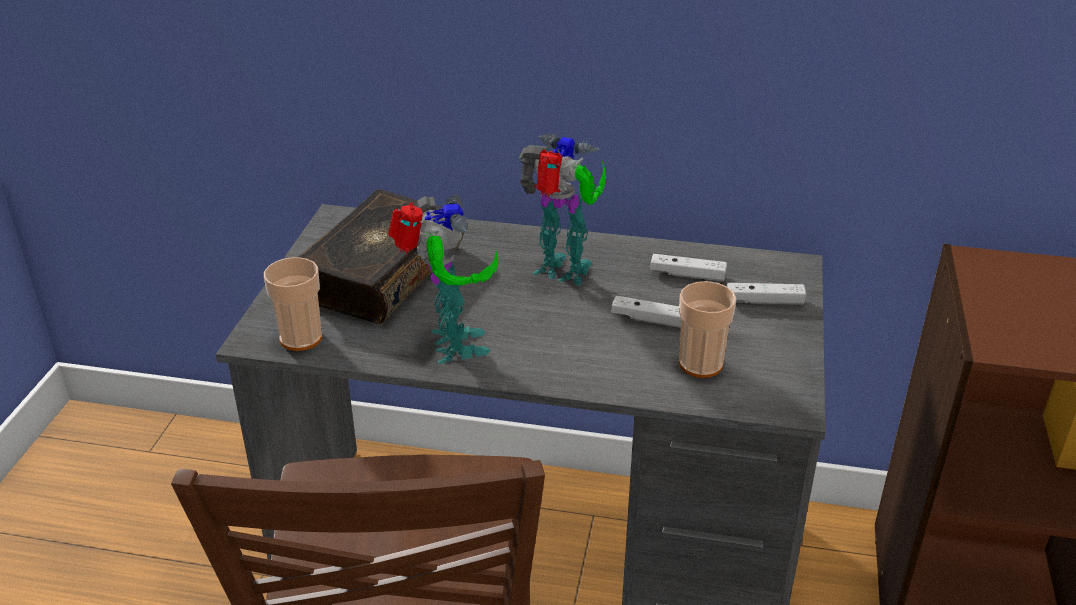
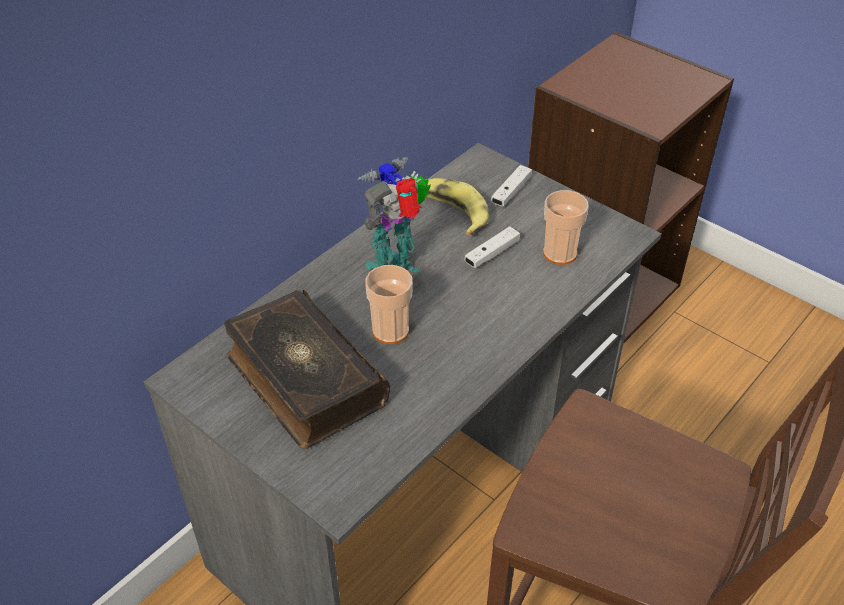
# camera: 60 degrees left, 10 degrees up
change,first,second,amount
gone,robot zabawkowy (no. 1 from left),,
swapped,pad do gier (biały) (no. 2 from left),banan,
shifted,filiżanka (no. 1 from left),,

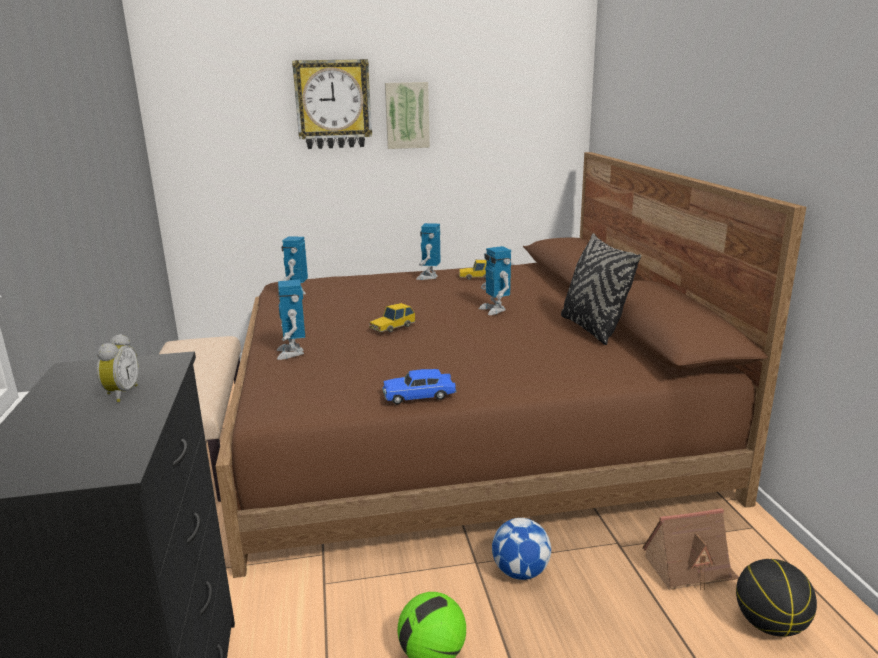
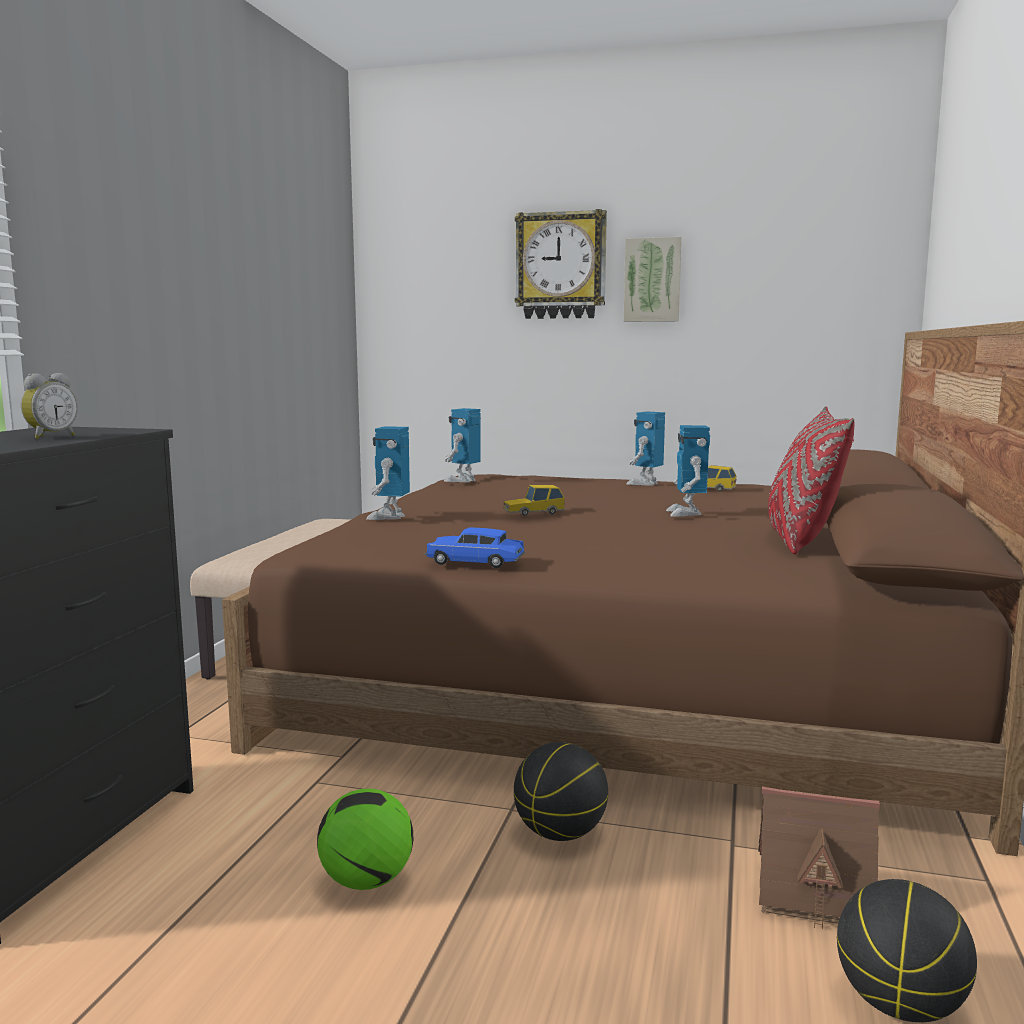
# camera: 25 degrees right, 10 degrees down
change,first,second,amount
repainted,poduszka (czarny),poduszka (czerwony),
swapped,piłka futbolowa (no. 2 from left),piłka do koszykówki (no. 1 from left),

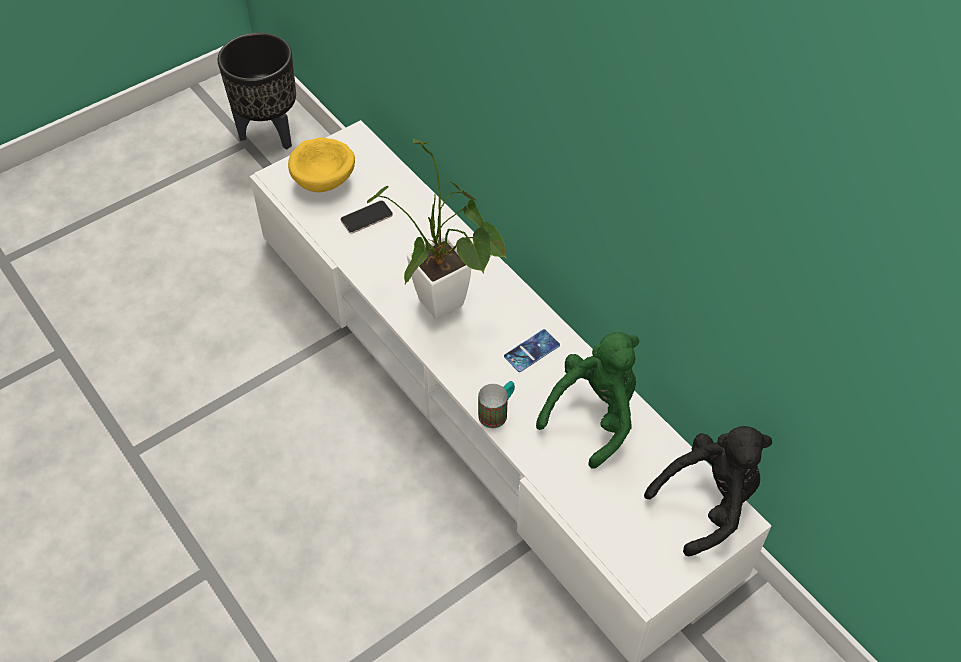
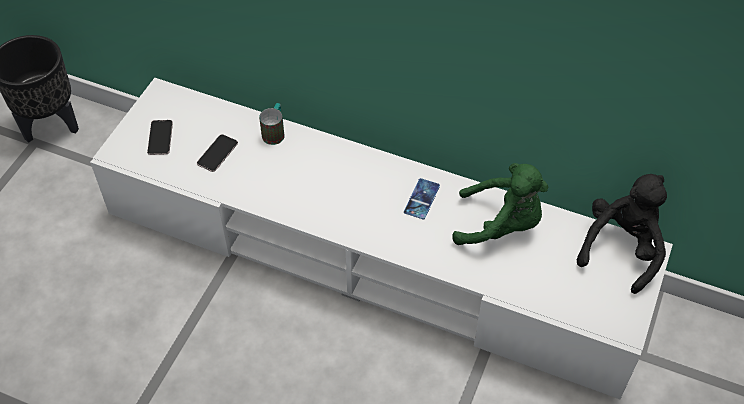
# camera: 30 degrees left, 0 degrees up
change,first,second,amount
swapped,miska (żółty),telefon (no. 1 from left),
gone,roślina doniczkowa,,
rotated,pluszak (zielony),,90 degrees clockwise
shifted,kubek,,

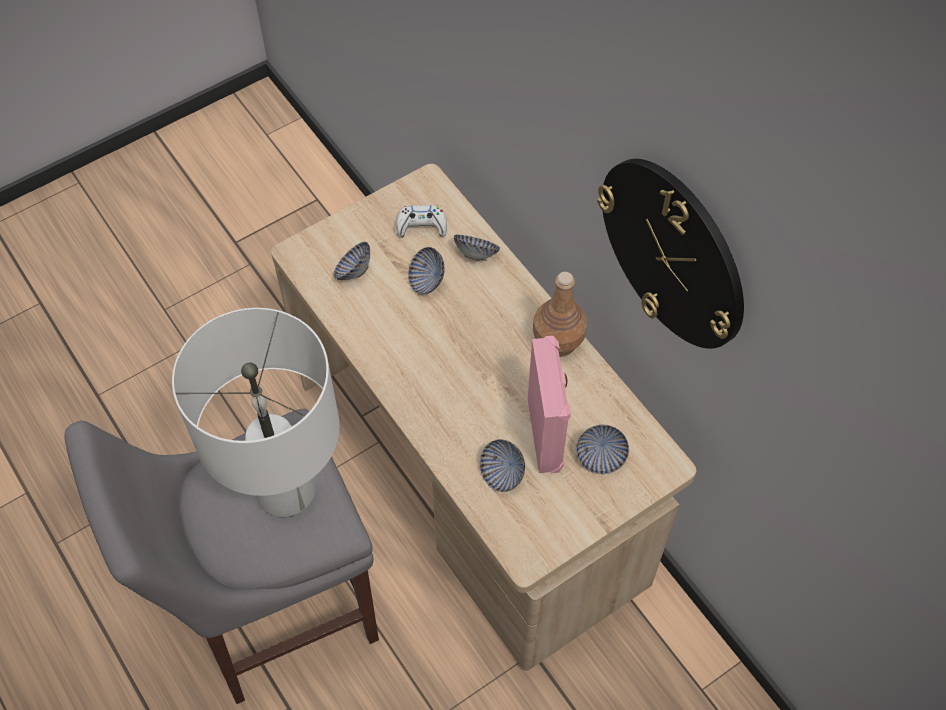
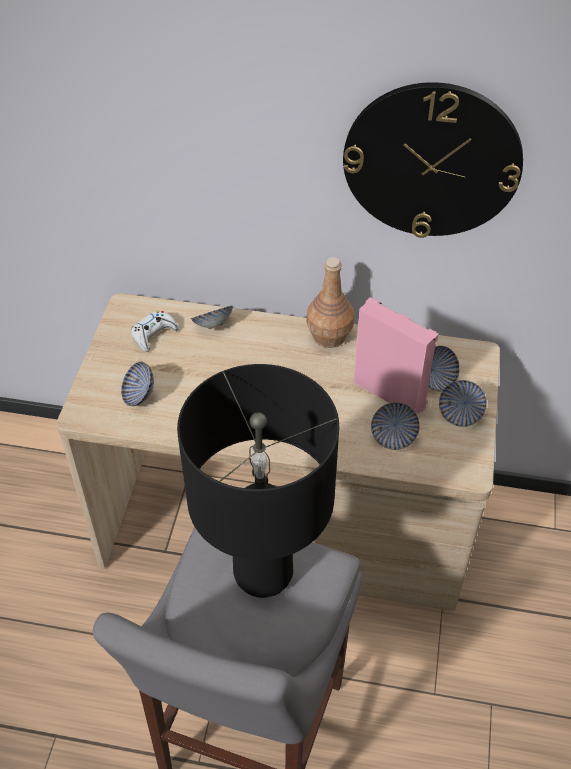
# camera: 45 degrees left, 10 degrees down
change,first,second,amount
shifted,miska (no. 2 from left in the first image),miska (no. 5 from left),
repainted,lampa stołowa (biały),lampa stołowa (czarny),

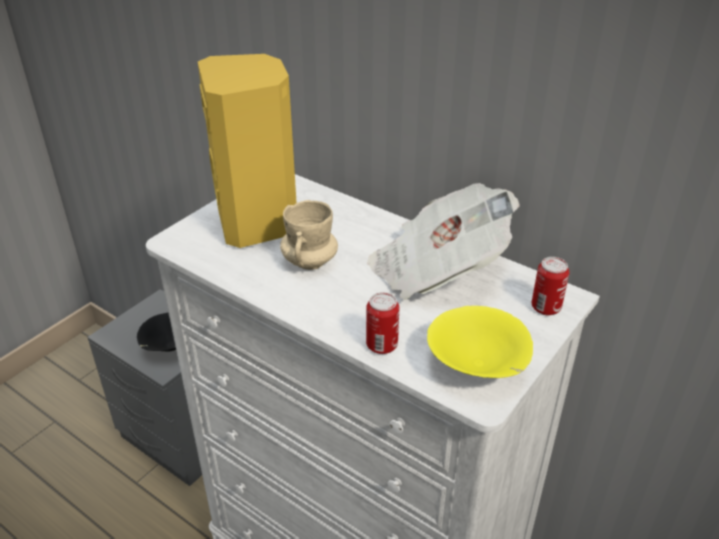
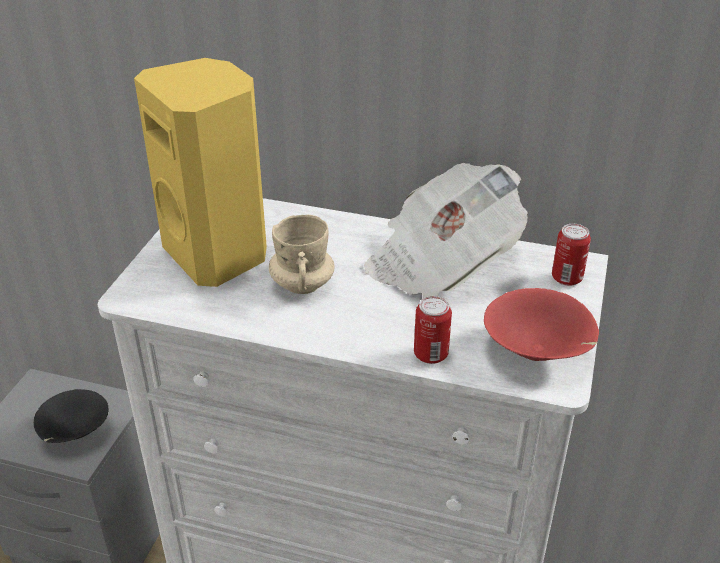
# camera: 20 degrees left, 0 degrees up
change,first,second,amount
repainted,miska (żółty),miska (czerwony),

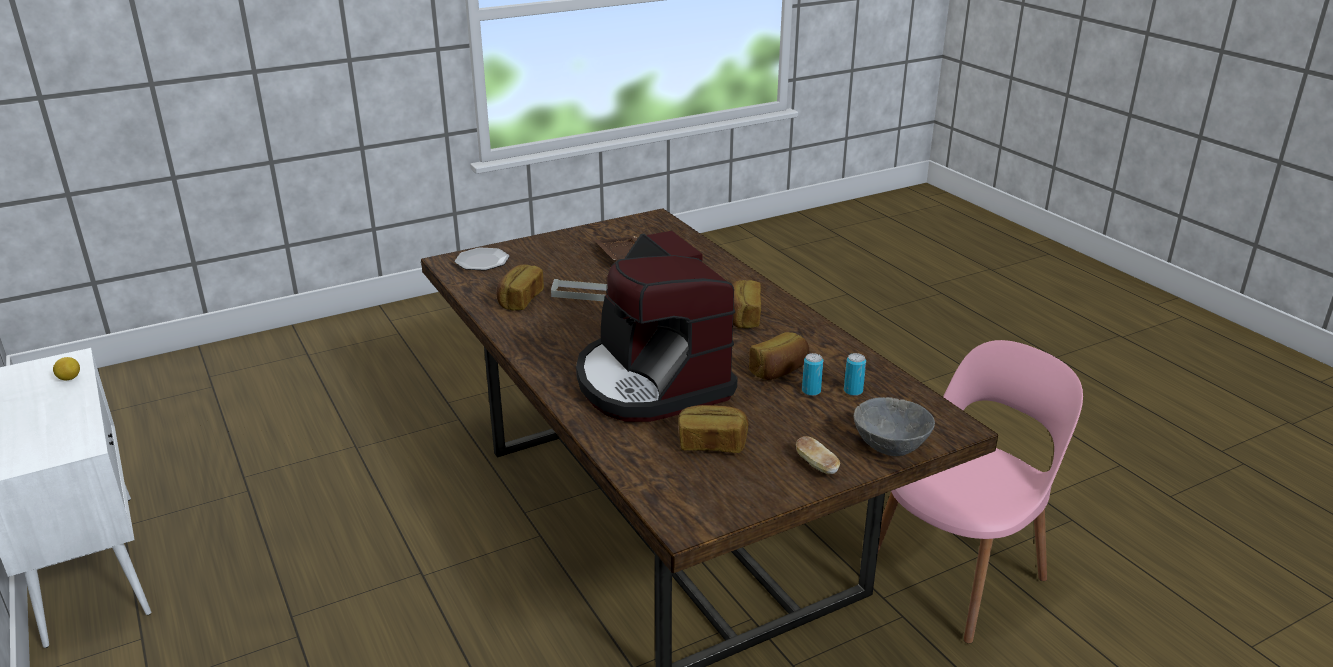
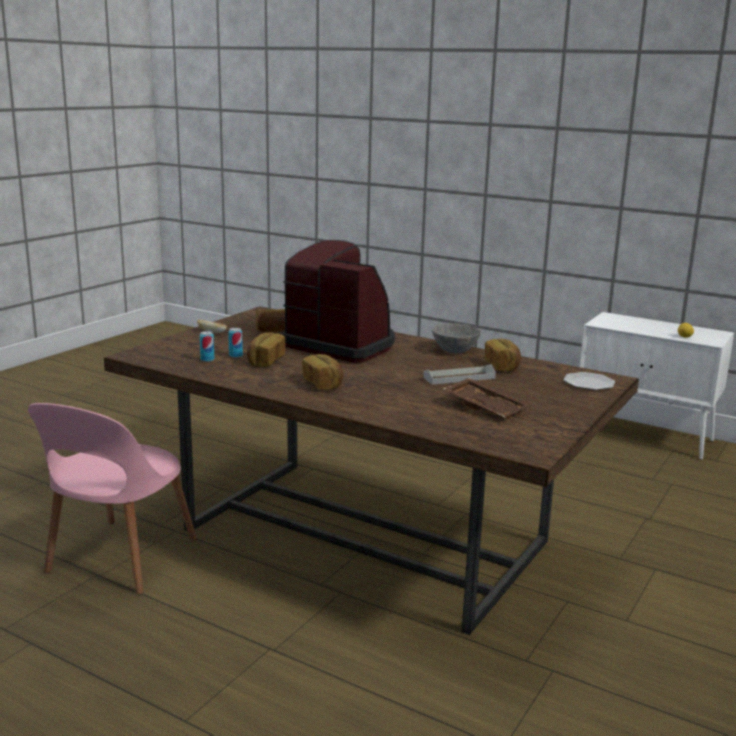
# camera: 150 degrees right, 10 degrees down
change,first,second,amount
shifted,miska (szary),,

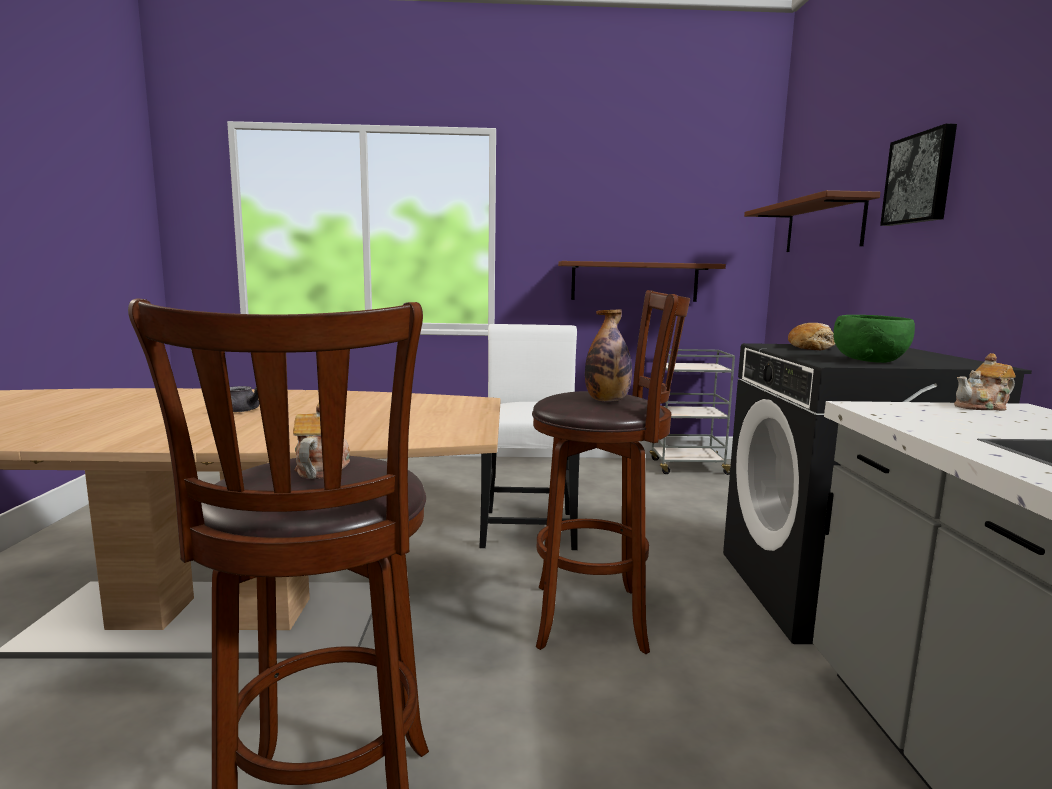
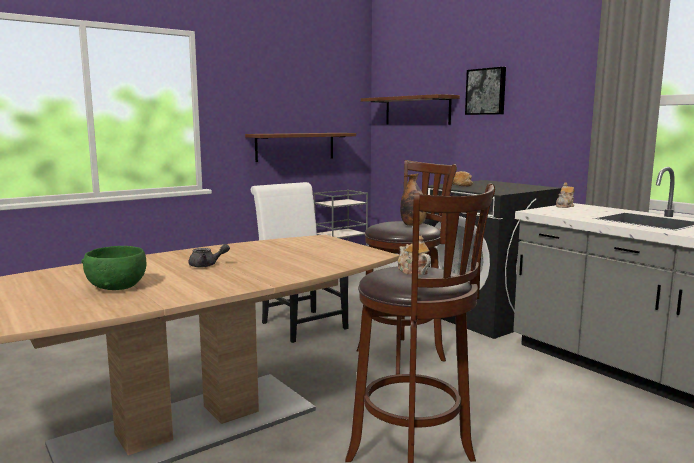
# camera: 35 degrees left, 0 degrees up
change,first,second,amount
shifted,miska (zielony),,

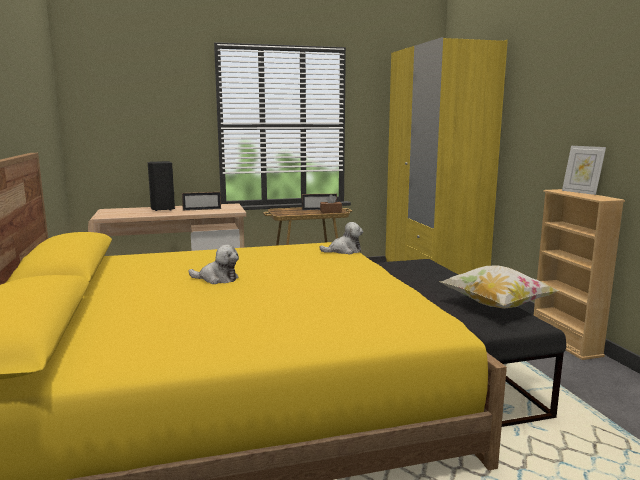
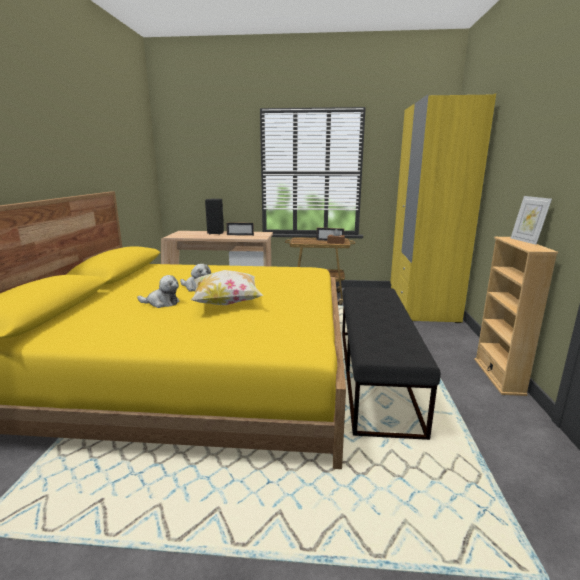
# camera: 20 degrees right, 5 degrees up
change,first,second,amount
shifted,pluszak (no. 2 from left in the first image),pluszak (no. 1 from left),
shifted,poduszka,,

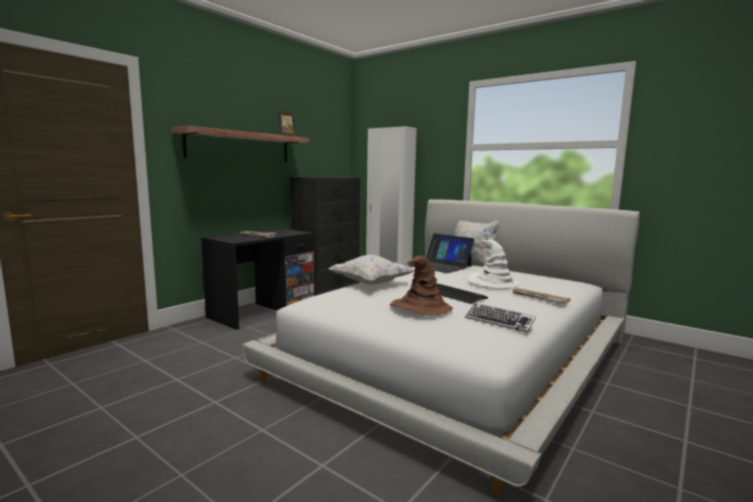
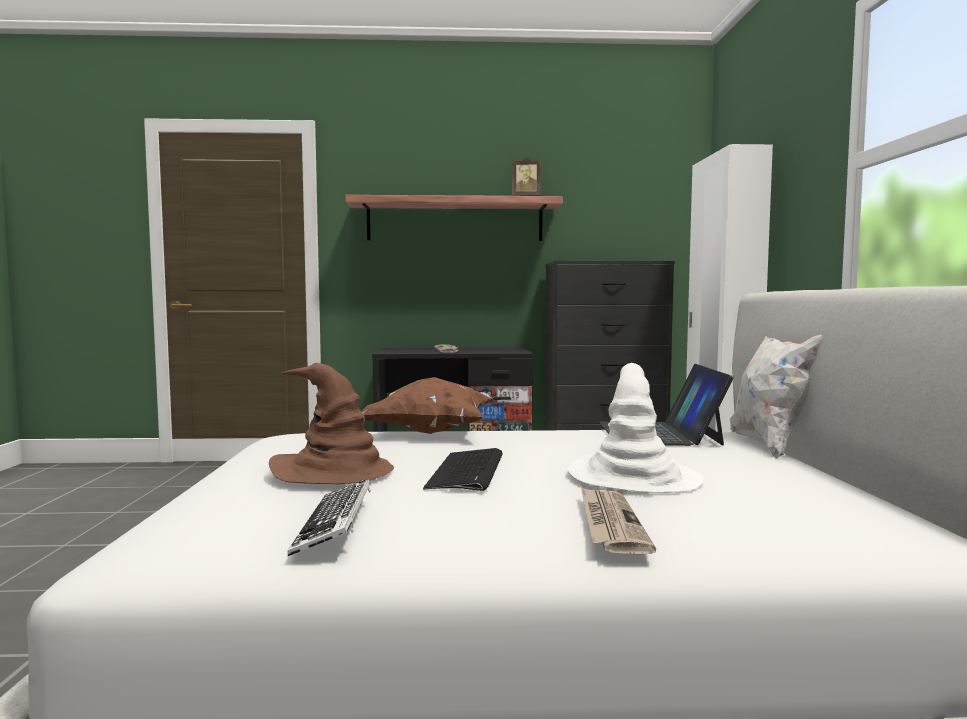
# camera: 50 degrees right, 5 degrees down
change,first,second,amount
repainted,poduszka (biały) (no. 1 from left),poduszka (brązowy),

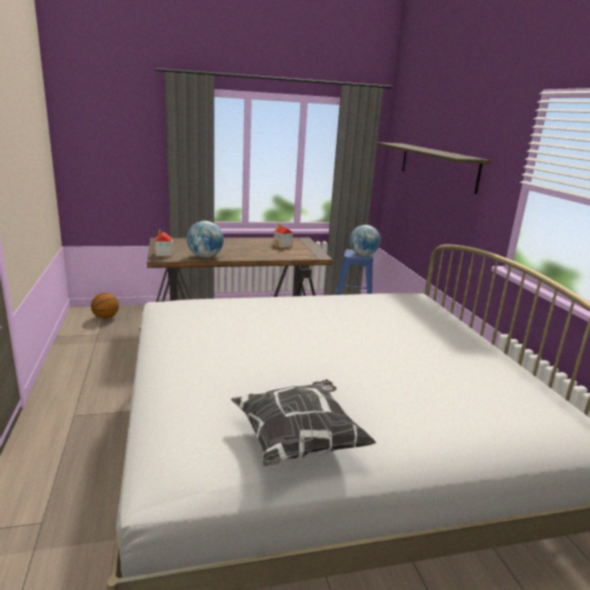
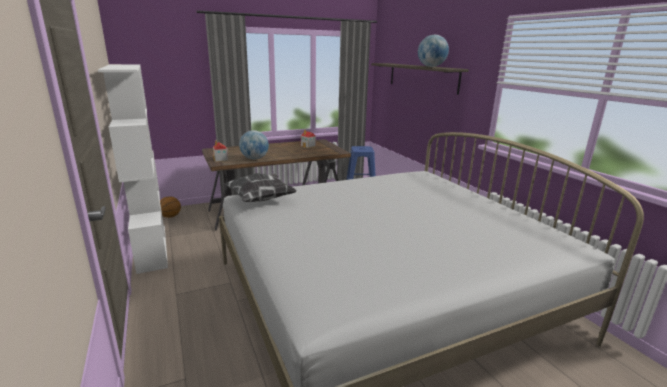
# camera: 10 degrees left, 0 degrees up
change,first,second,amount
shifted,globus (no. 2 from left),,
shifted,poduszka,,
new,,regał (biały),

